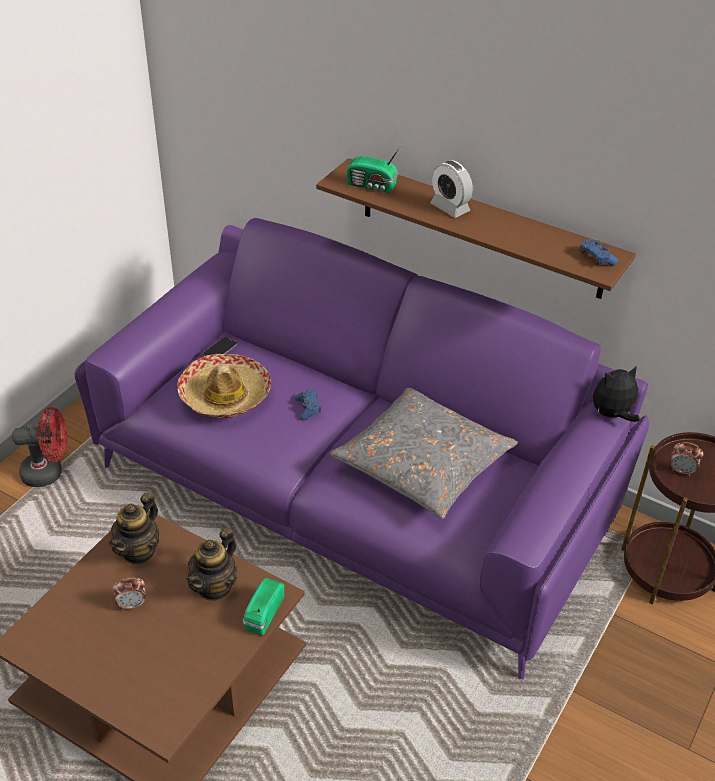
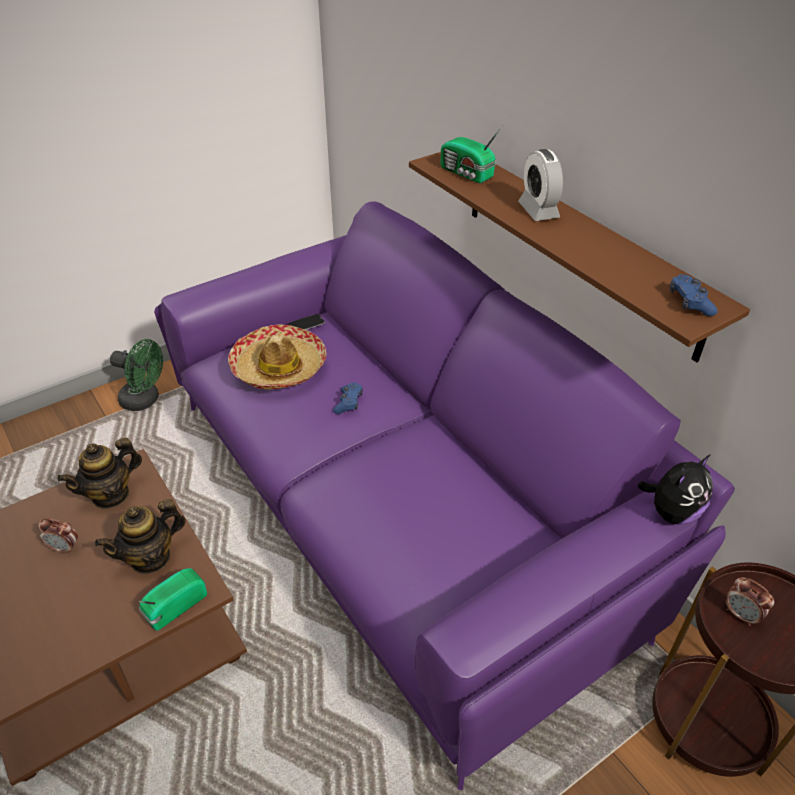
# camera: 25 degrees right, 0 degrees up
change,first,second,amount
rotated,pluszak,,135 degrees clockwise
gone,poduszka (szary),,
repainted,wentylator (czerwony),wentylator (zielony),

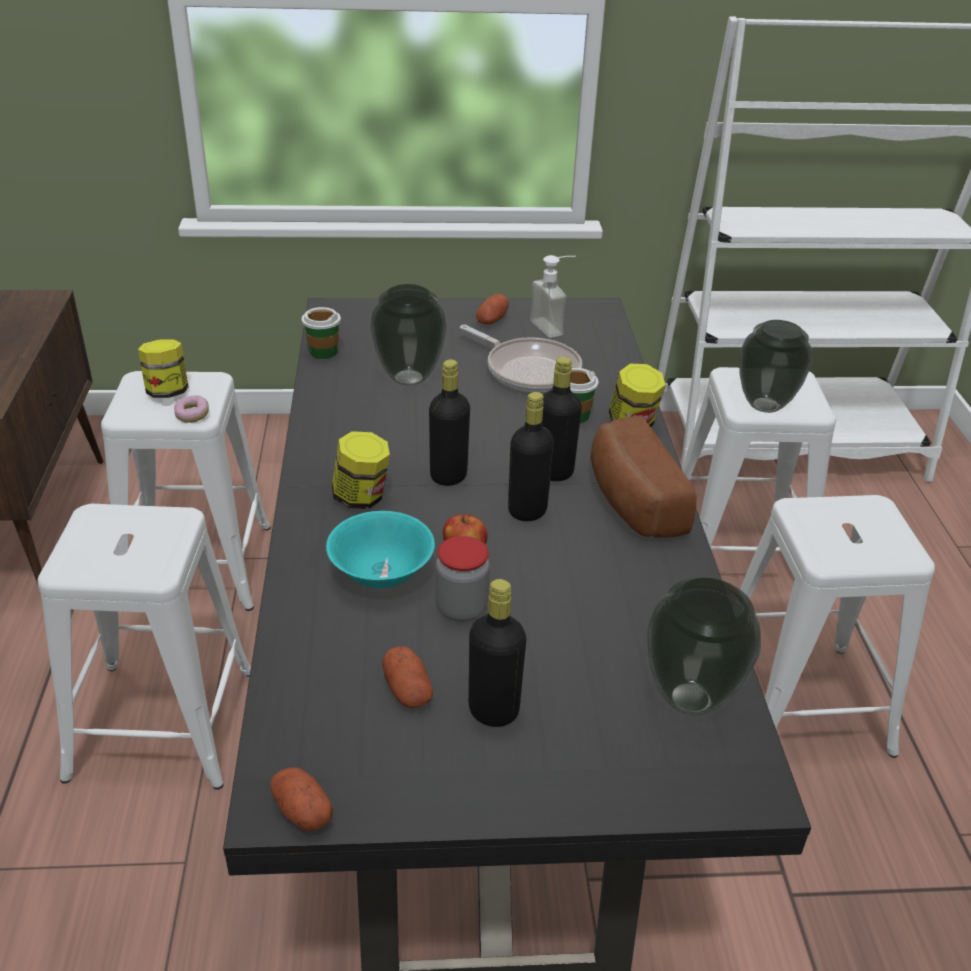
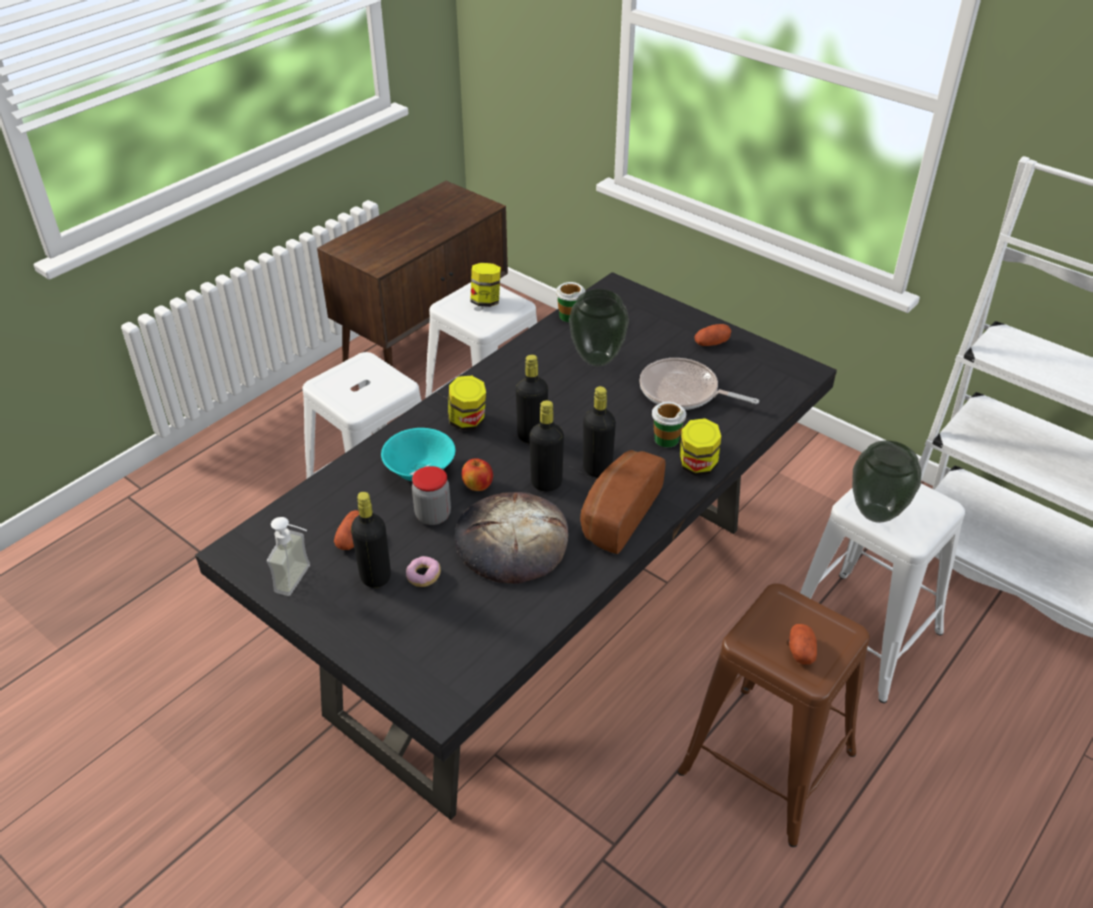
# camera: 45 degrees right, 5 degrees up
change,first,second,amount
shifted,dozownik mydła,,
rotated,patelnia,,120 degrees clockwise
shifted,donut,,
repainted,stołek (biały) (no. 4 from left),stołek (brązowy),
gone,wazon (no. 2 from left),,
shifted,ziemniak (no. 1 from left in the first image),ziemniak (no. 3 from left),
new,,chleb (no. 1 from left),

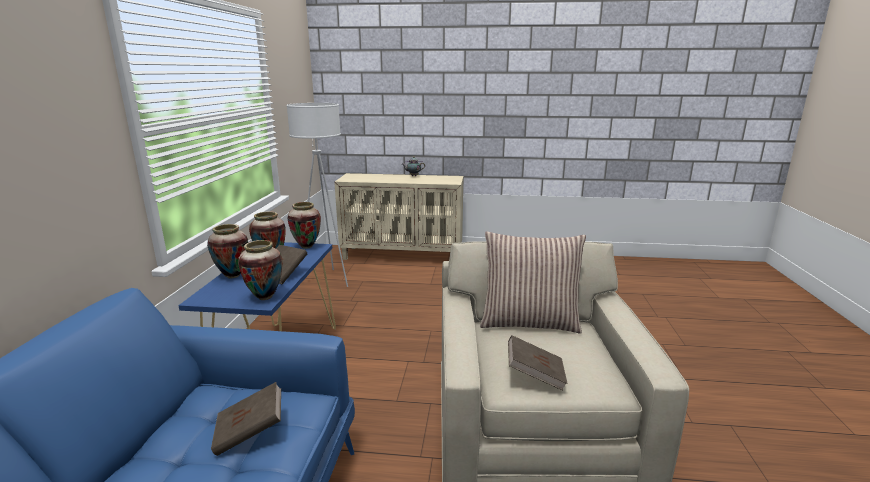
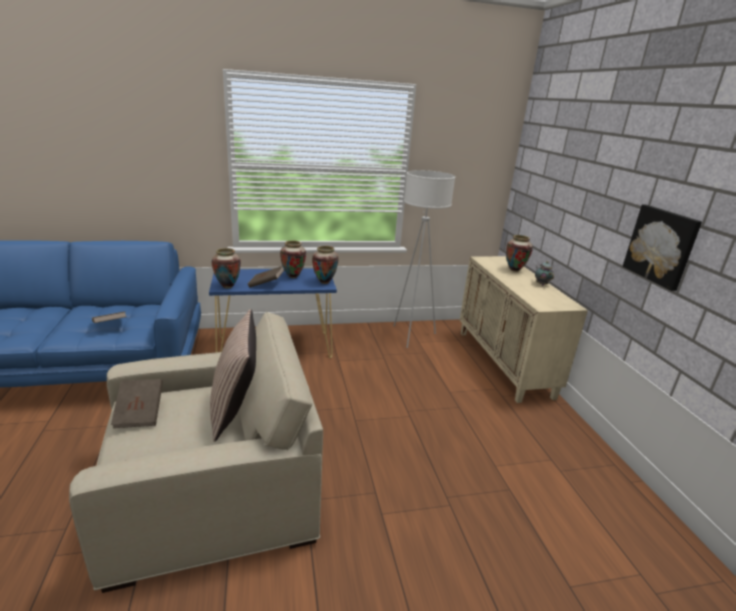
# camera: 70 degrees right, 5 degrees up
change,first,second,amount
shifted,wazon (no. 1 from left in the first image),wazon (no. 4 from left),
new,,obraz,

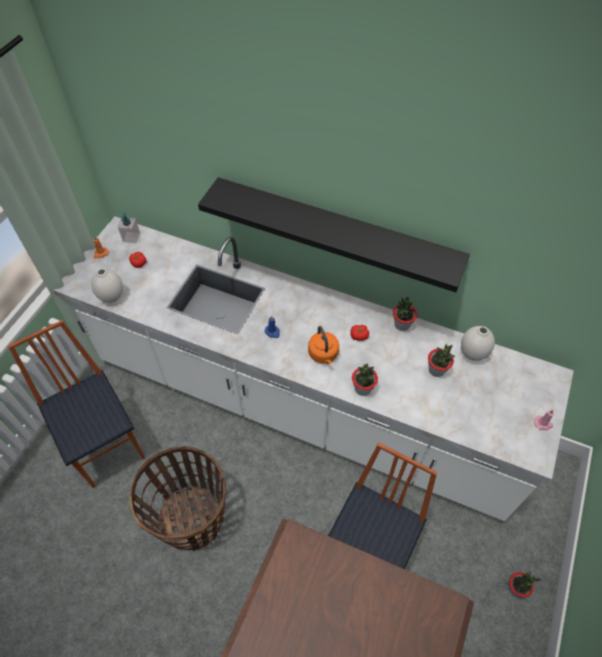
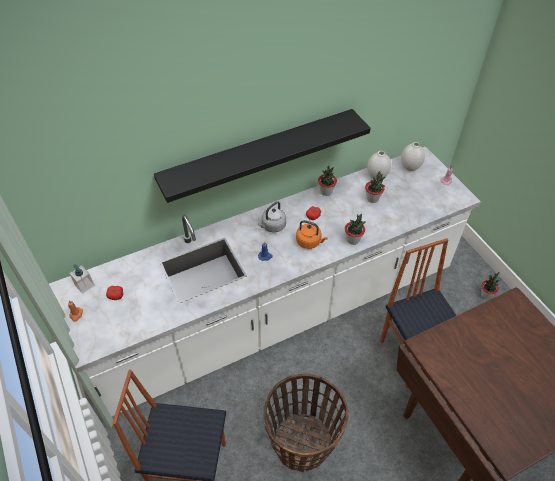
# camera: 50 degrees left, 5 degrees down
change,first,second,amount
shifted,wazon (biały) (no. 1 from left in the first image),wazon (biały) (no. 2 from left),
new,,czajnik (szary),

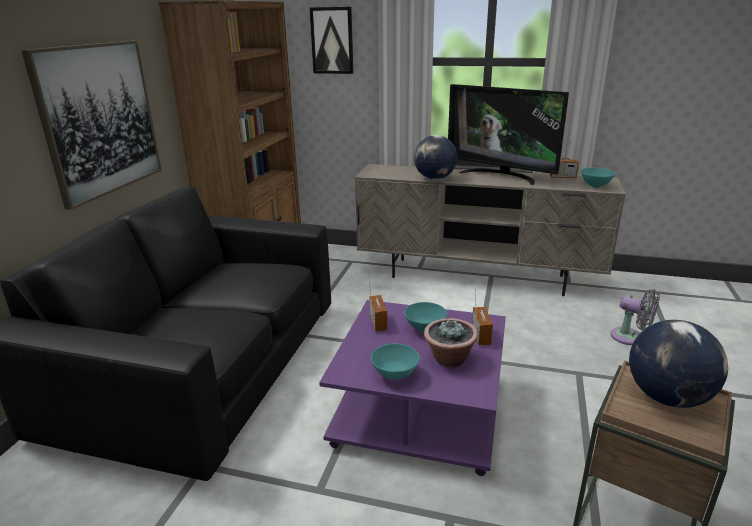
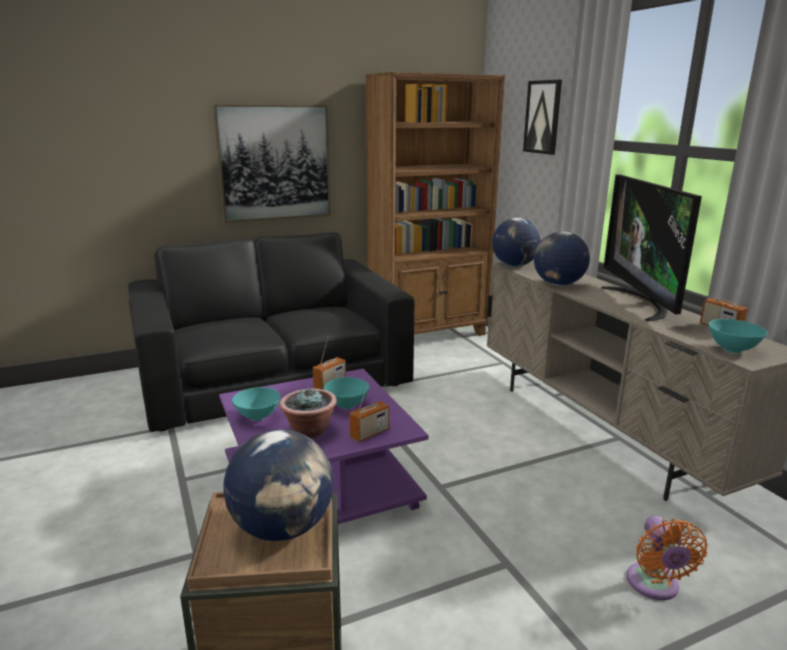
# camera: 50 degrees right, 5 degrees down
change,first,second,amount
repainted,wentylator (szary),wentylator (pomarańczowy),
new,,globus (no. 2 from left),

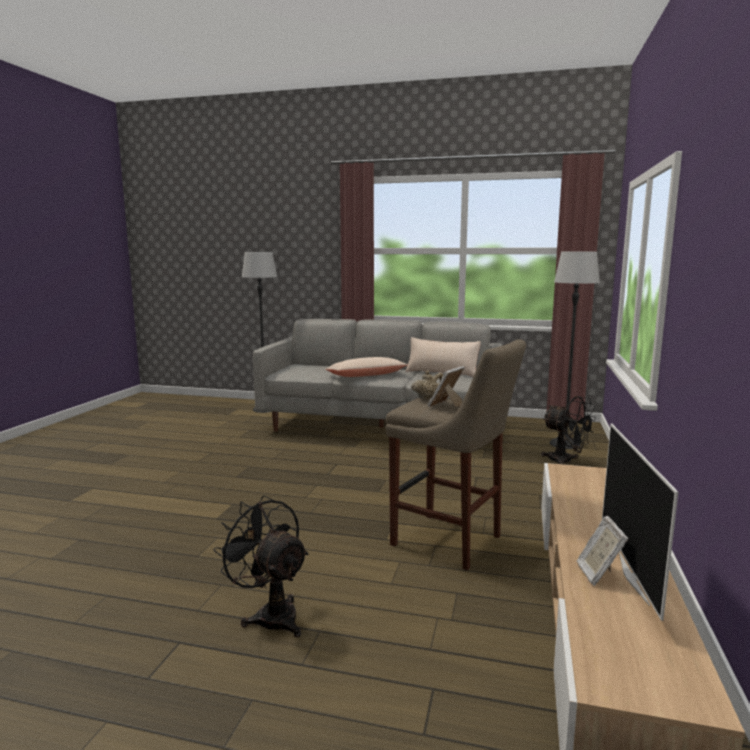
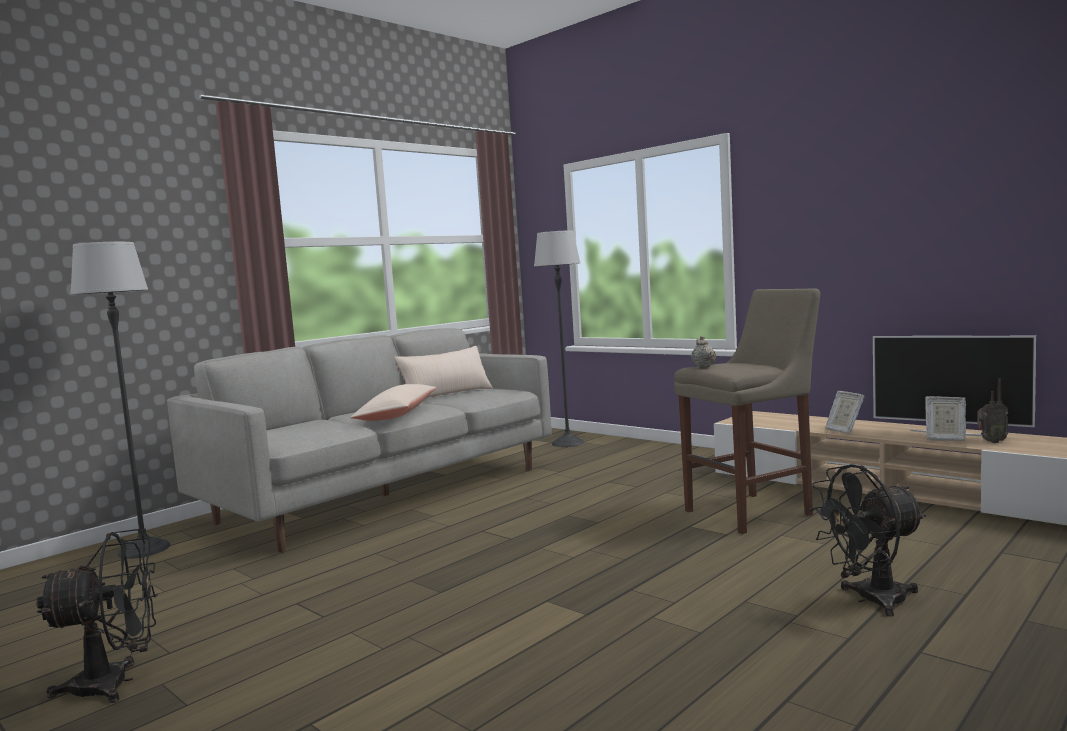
# camera: 60 degrees left, 5 degrees down
change,first,second,amount
shifted,ramka na zdjęcie (no. 1 from left),,
shifted,wentylator (czarny) (no. 2 from left in the first image),wentylator (czarny) (no. 1 from left),
new,,radio,

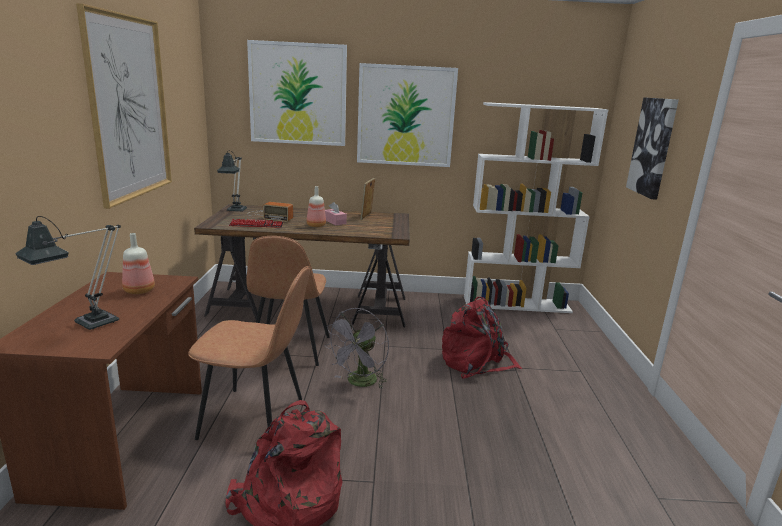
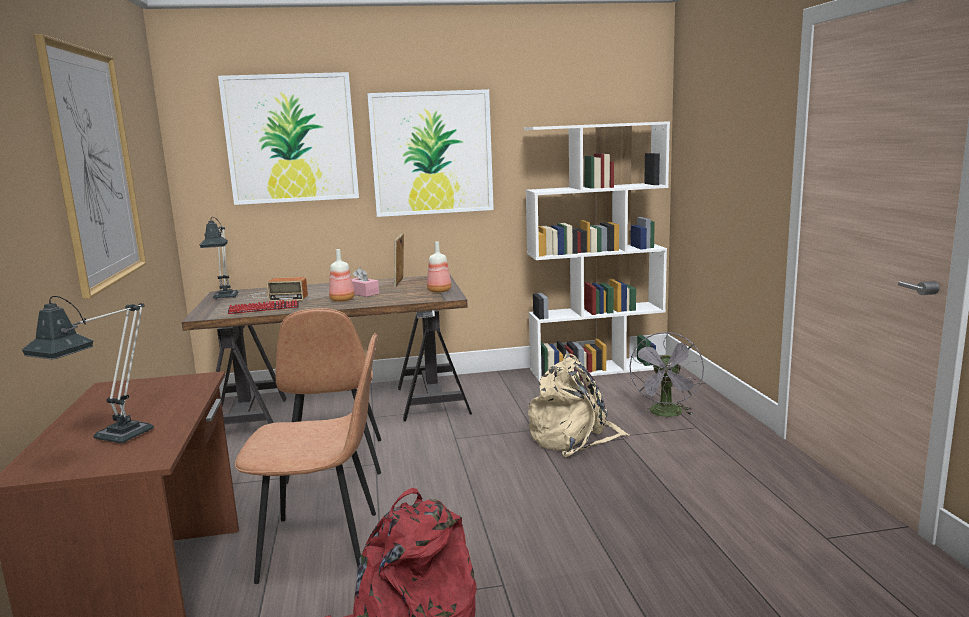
# camera: 10 degrees left, 5 degrees down
change,first,second,amount
gone,obraz (no. 4 from left),,
shifted,butelka (no. 1 from left in the first image),butelka (no. 2 from left),
repainted,plecak (czerwony) (no. 2 from left),plecak (beżowy),
shifted,wentylator (szary),,

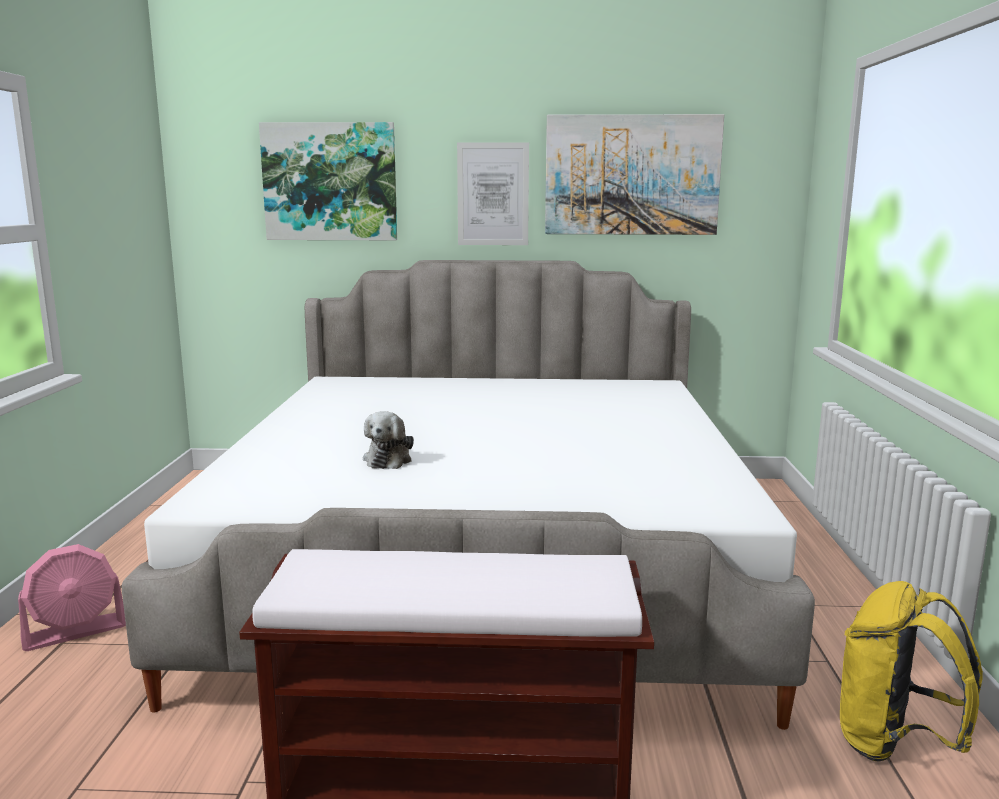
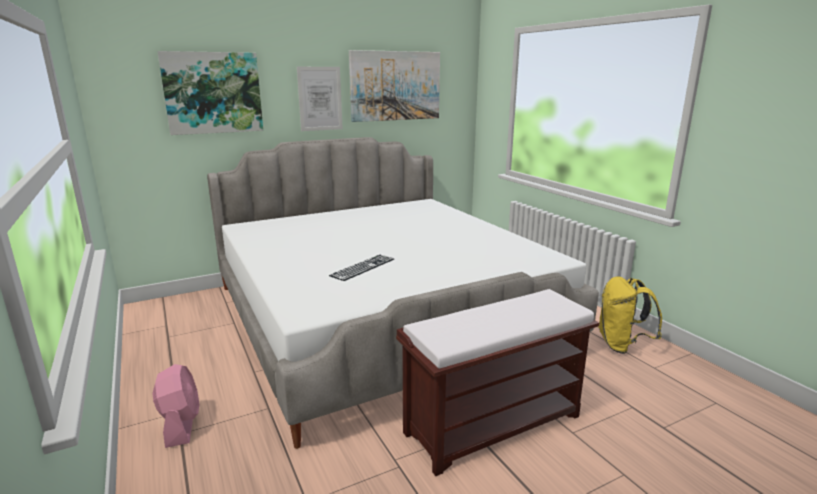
# camera: 30 degrees left, 5 degrees up
change,first,second,amount
swapped,pluszak,klawiatura,
rotated,wentylator (różowy),,45 degrees counterclockwise

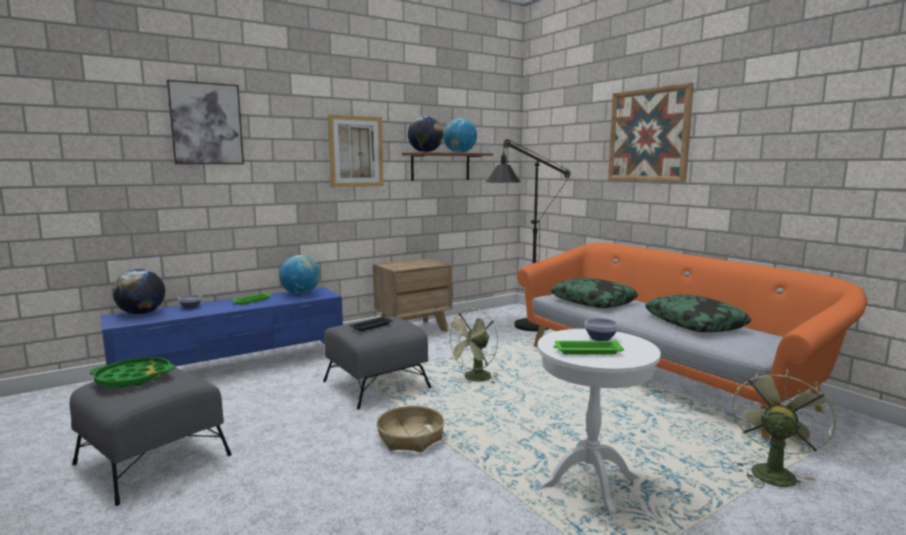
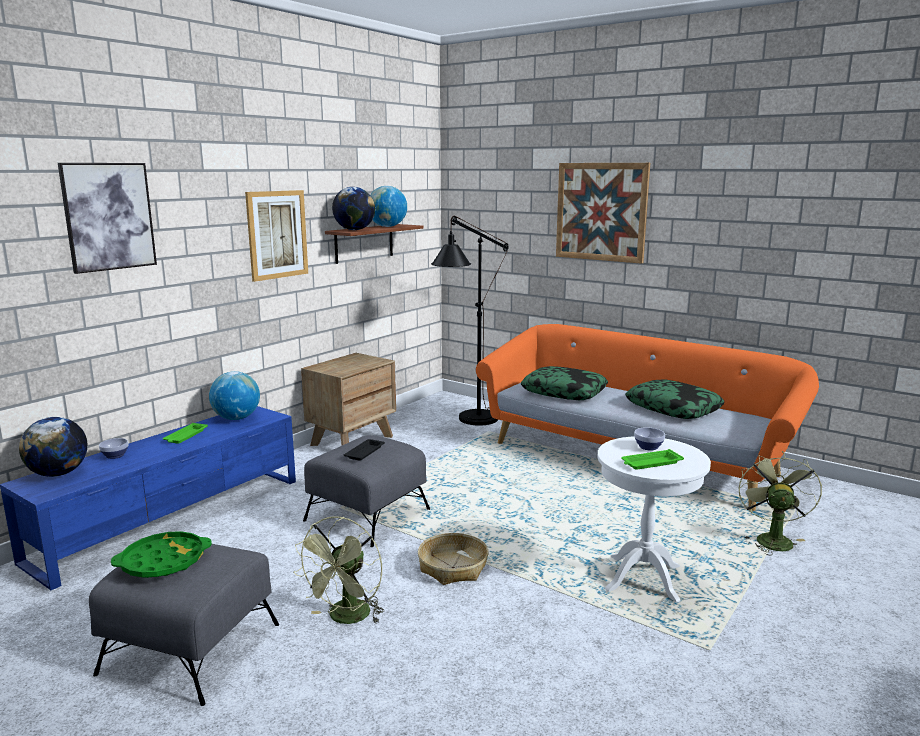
# camera: 20 degrees left, 5 degrees up
change,first,second,amount
shifted,wentylator (zielony) (no. 1 from left),,

